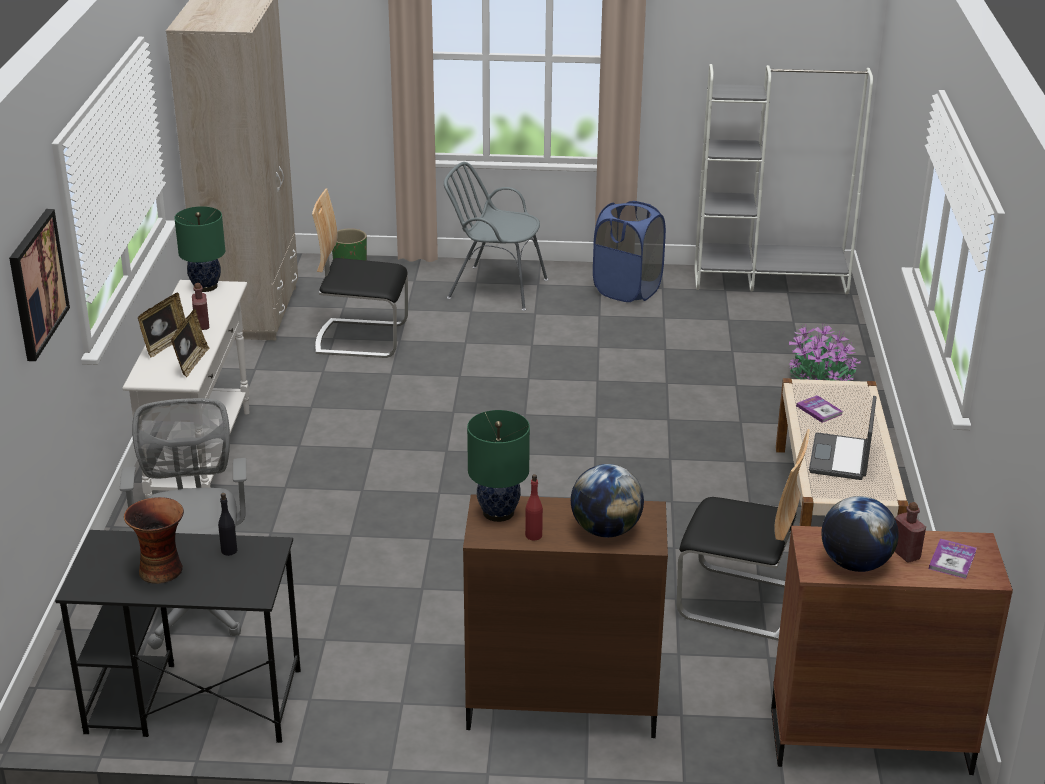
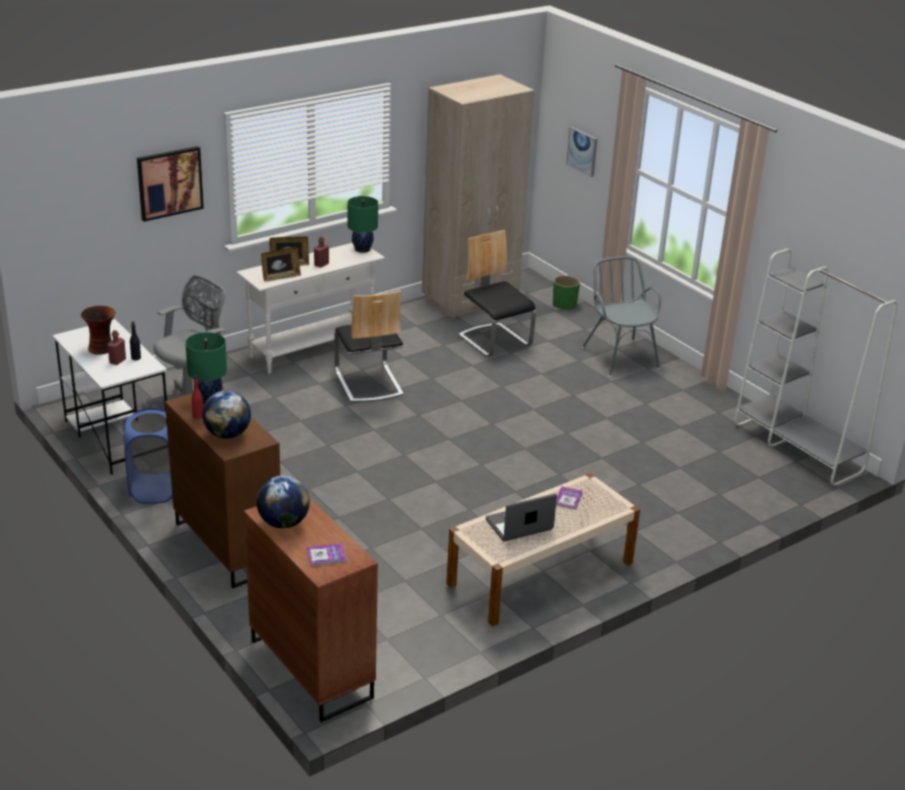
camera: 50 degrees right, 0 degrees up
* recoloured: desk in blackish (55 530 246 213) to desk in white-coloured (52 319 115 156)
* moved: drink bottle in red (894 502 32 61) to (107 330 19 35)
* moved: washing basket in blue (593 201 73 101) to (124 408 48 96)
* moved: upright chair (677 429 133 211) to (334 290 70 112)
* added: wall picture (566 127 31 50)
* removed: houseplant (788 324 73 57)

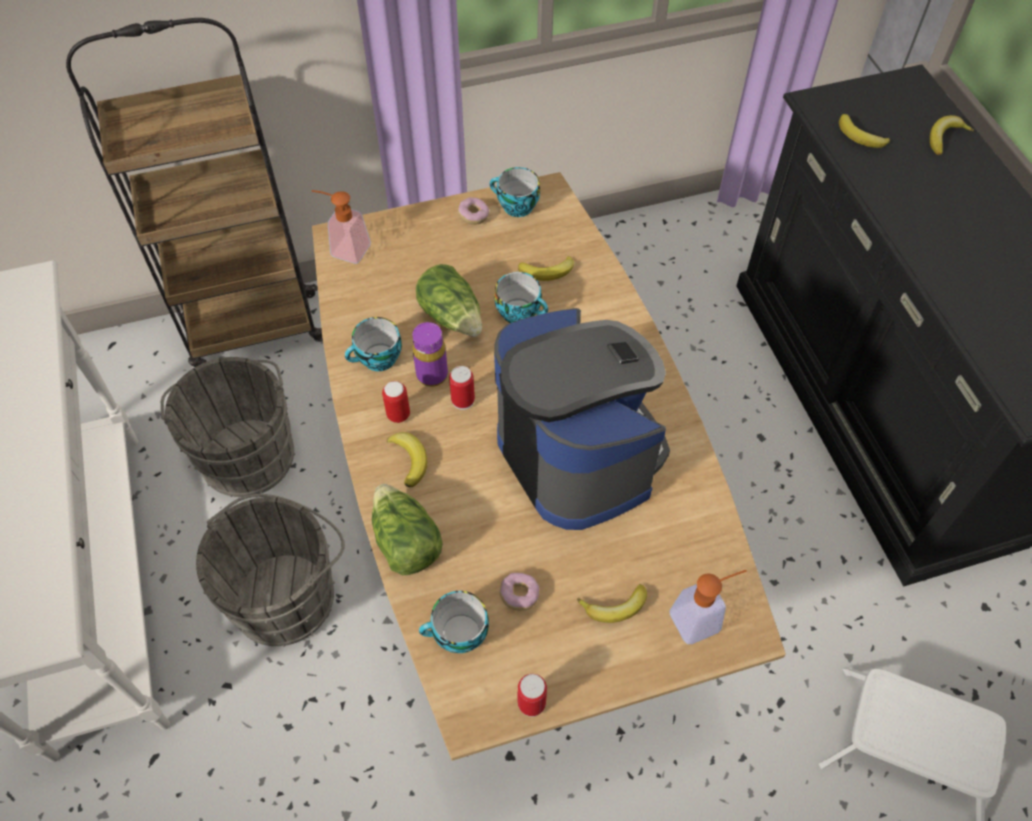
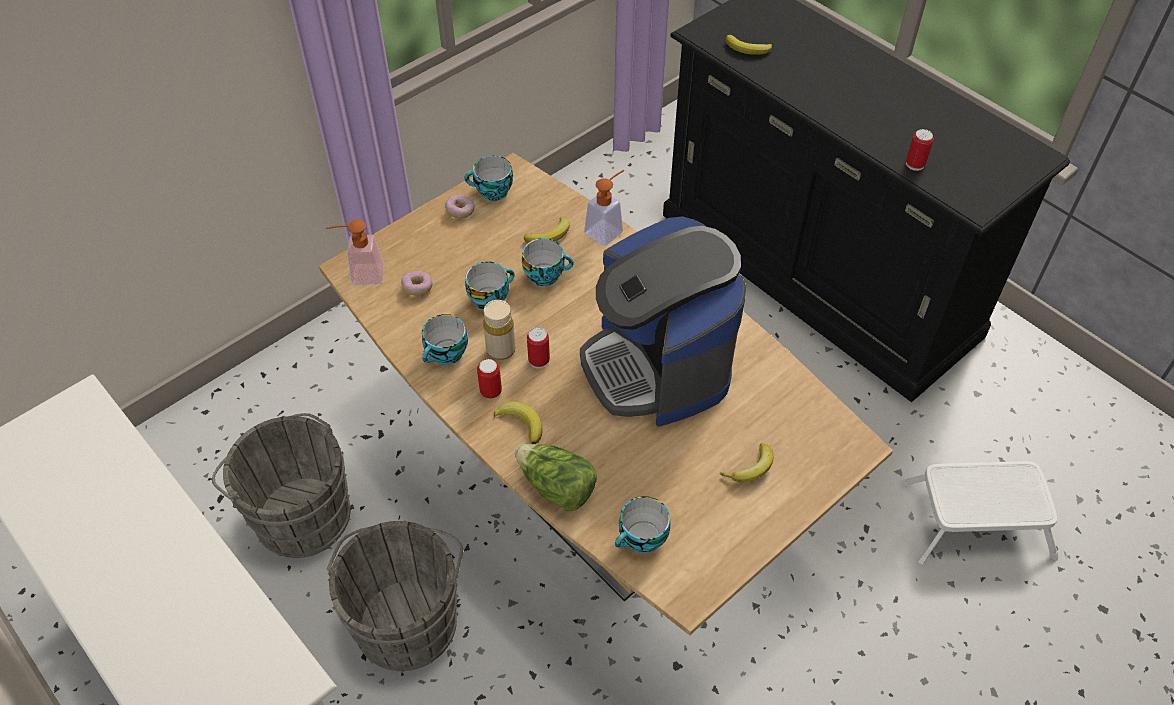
camera: 25 degrees left, 5 degrees down
* moved: doughnut (500 573 40 38) to (401 271 32 25)
* replaced: head of lettuce (416 264 66 72) to small cup (465 262 50 48)
* recoloured: drink bottle in purple-coloured (412 322 36 65) to drink bottle in sand-coloured (483 300 32 60)
* turned: coffee maker (494 308 176 222) = (580 216 166 211) 150 degrees counterclockwise
* moved: soap bottle (669 570 78 74) to (584 170 40 76)
* moved: sealed can (518 674 29 43) to (906 129 28 42)
* removed: wheeled cart in brownish (66 18 257 349)
* removed: whole banana (930 115 44 40)

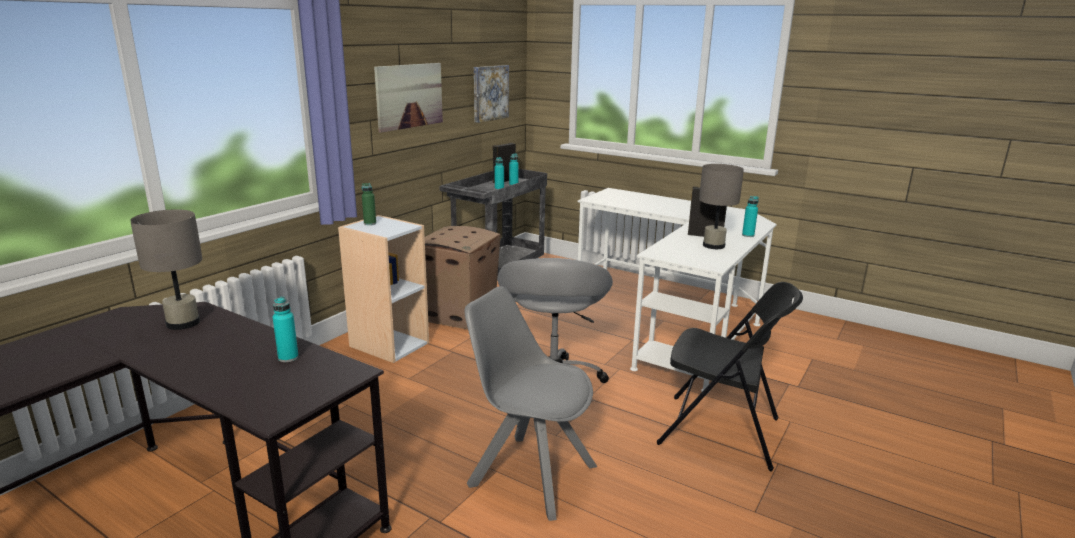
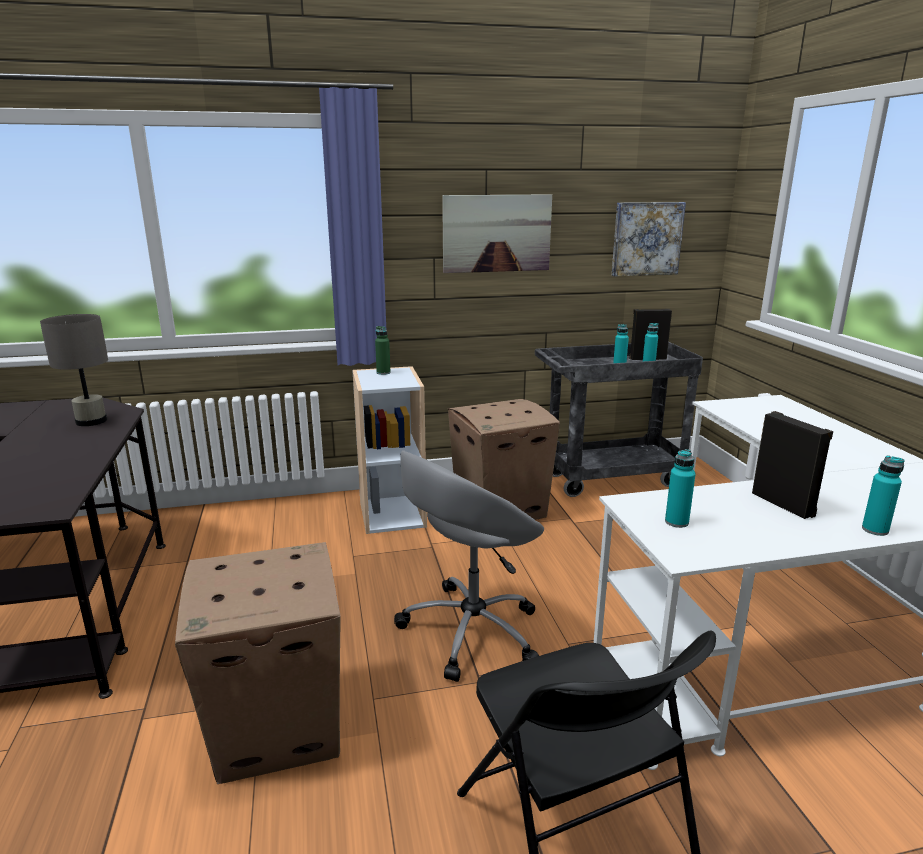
camera: 45 degrees right, 0 degrees up
* replaced: upright chair in gray (465 286 132 235) to packing box (175 542 166 242)
* moved: drink bottle in turquoise (272 297 27 65) to (665 449 31 79)
* removed: tabletop lamp in gray (699 164 45 85)

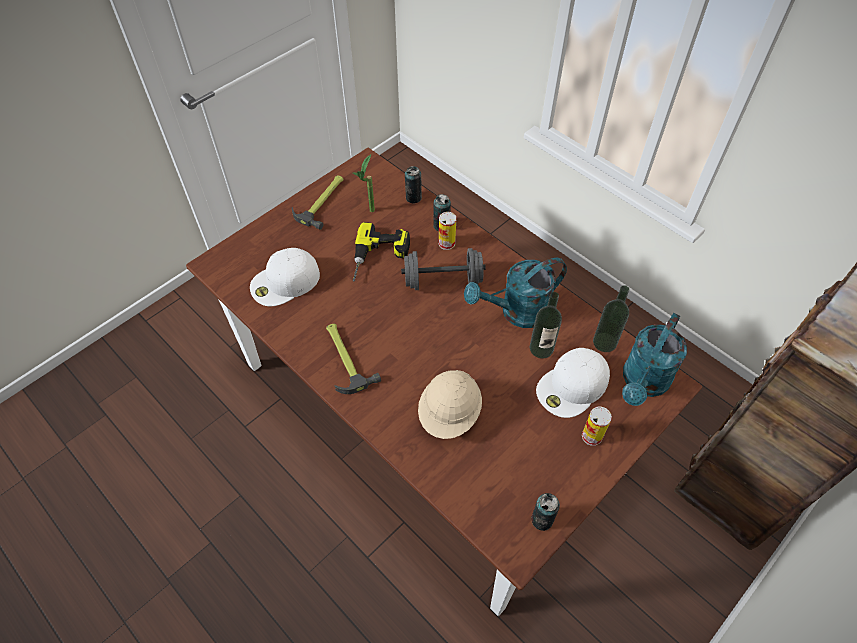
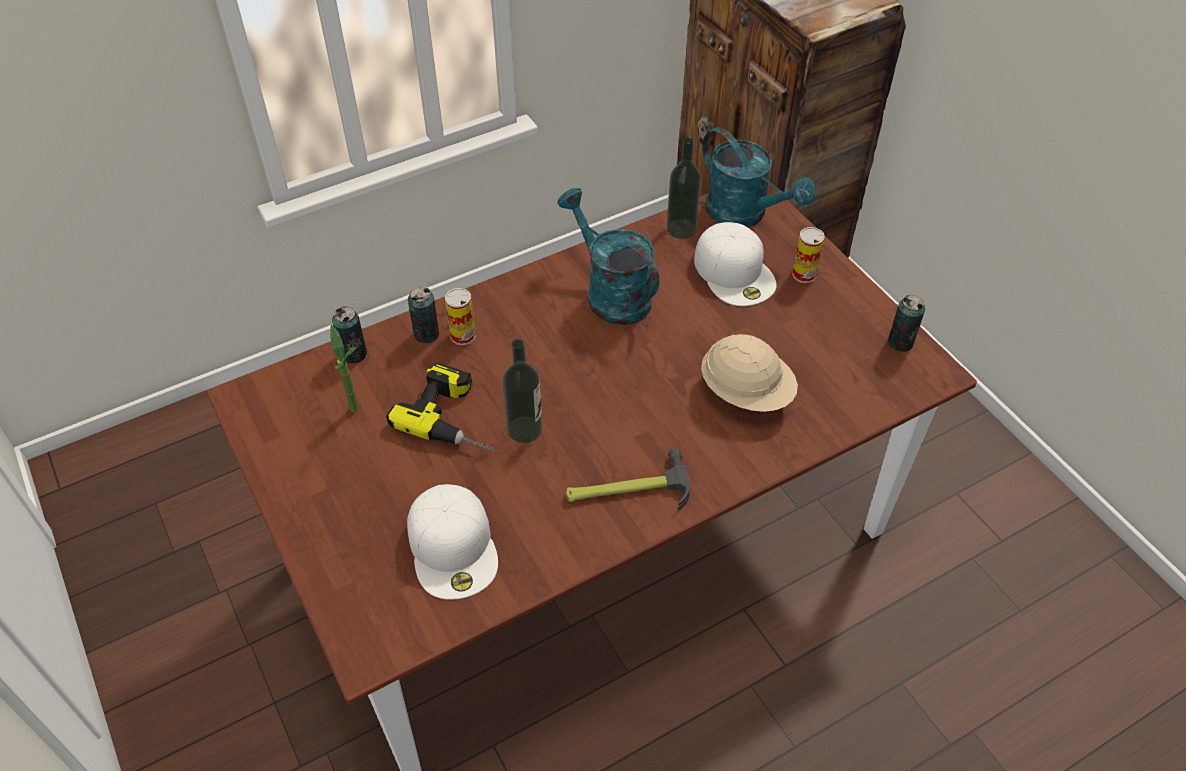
camera: 75 degrees left, 5 degrees down
* moved: drink bottle (530 292 32 67) to (503 339 39 104)
* turned: watering can in turquoise (464 258 103 70) = (557 188 102 137) 150 degrees clockwise
* removed: tool hammer (292 175 52 55)
* removed: hand weight in gray (401 248 84 42)

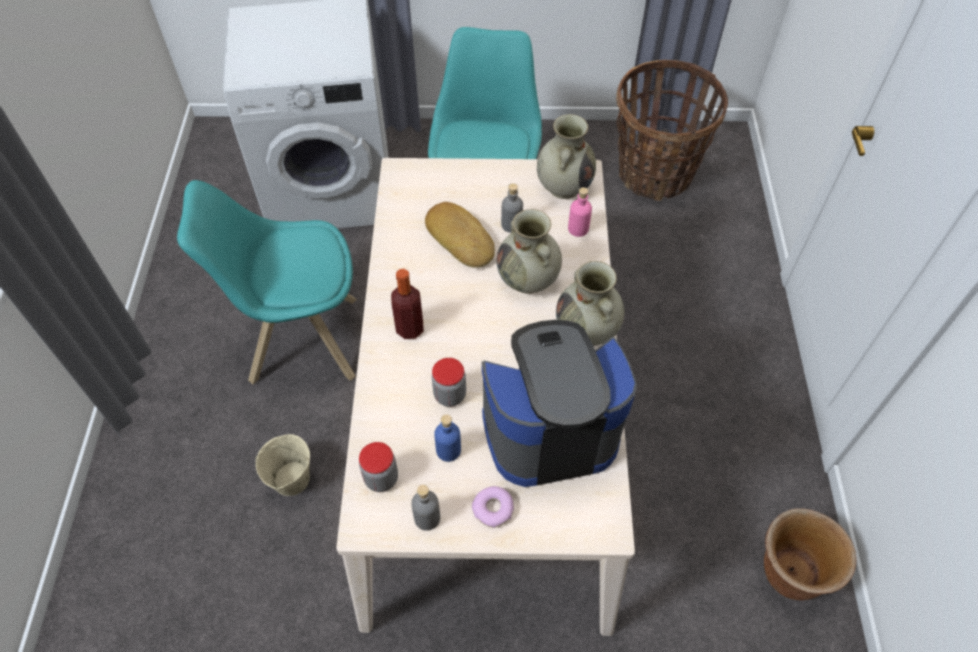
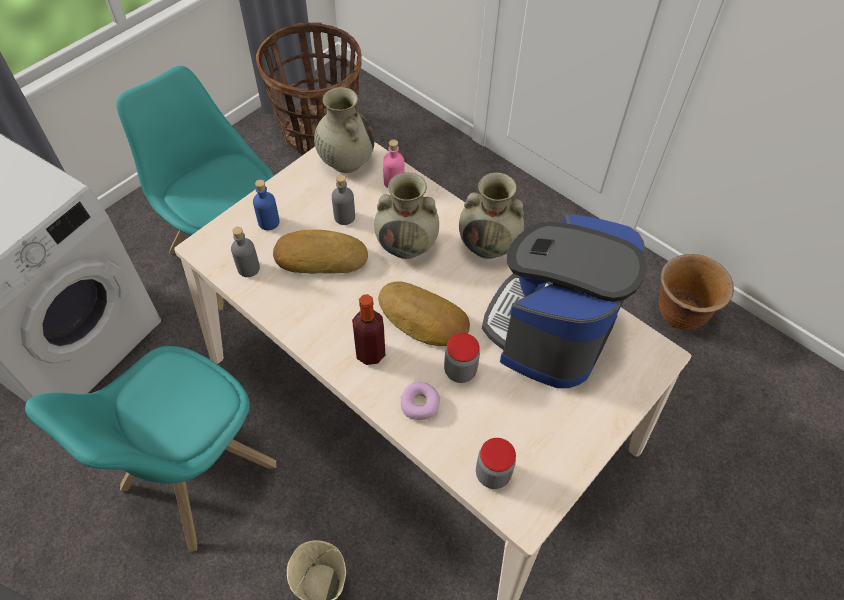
camera: 50 degrees left, 0 degrees up
* moved: drink bottle in gray (411 485 29 46) to (231 227 29 50)
* moved: drink bottle in blue (434 414 27 48) to (253 180 27 51)
* added: bread (378 281 92 65)
* moved: doughnut (472 486 42 42) to (400 382 40 38)

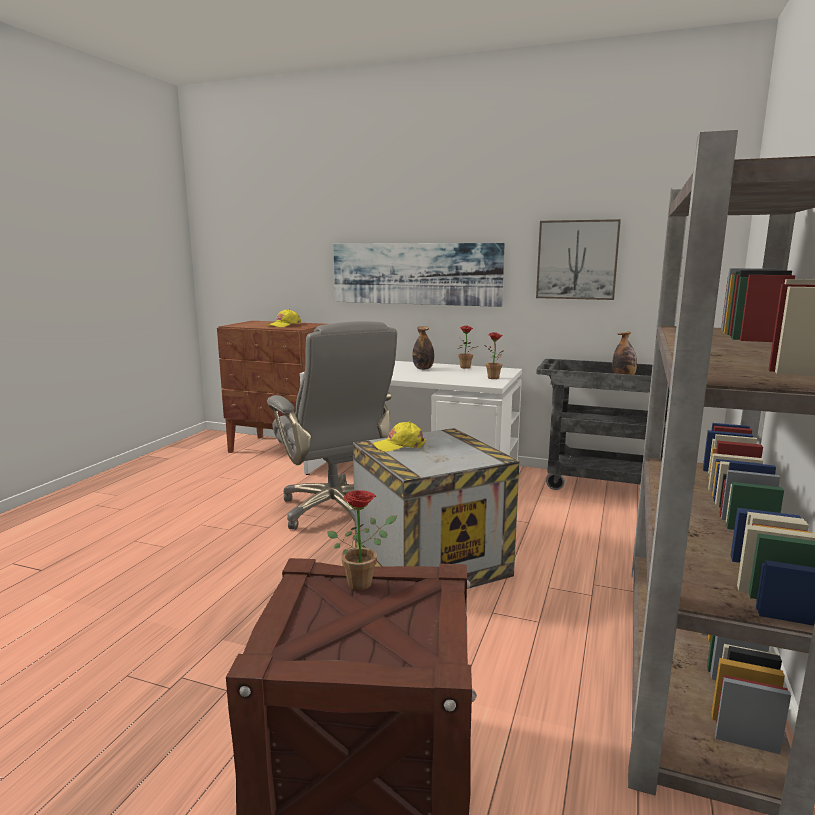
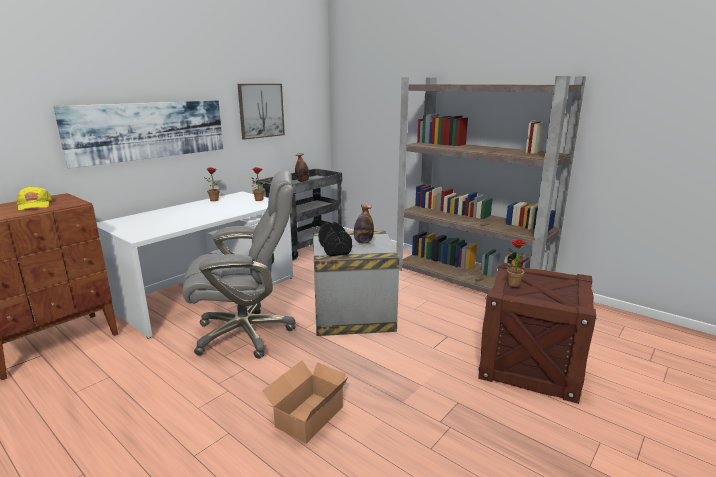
camera: 70 degrees left, 5 degrees up
* added: packing box (262 360 87 84)
* replaced: peaked cap in yellowish (373 422 53 30) to hand weight in blackish (318 222 34 34)
* moved: drink bottle (412 326 22 44) to (354 204 20 40)

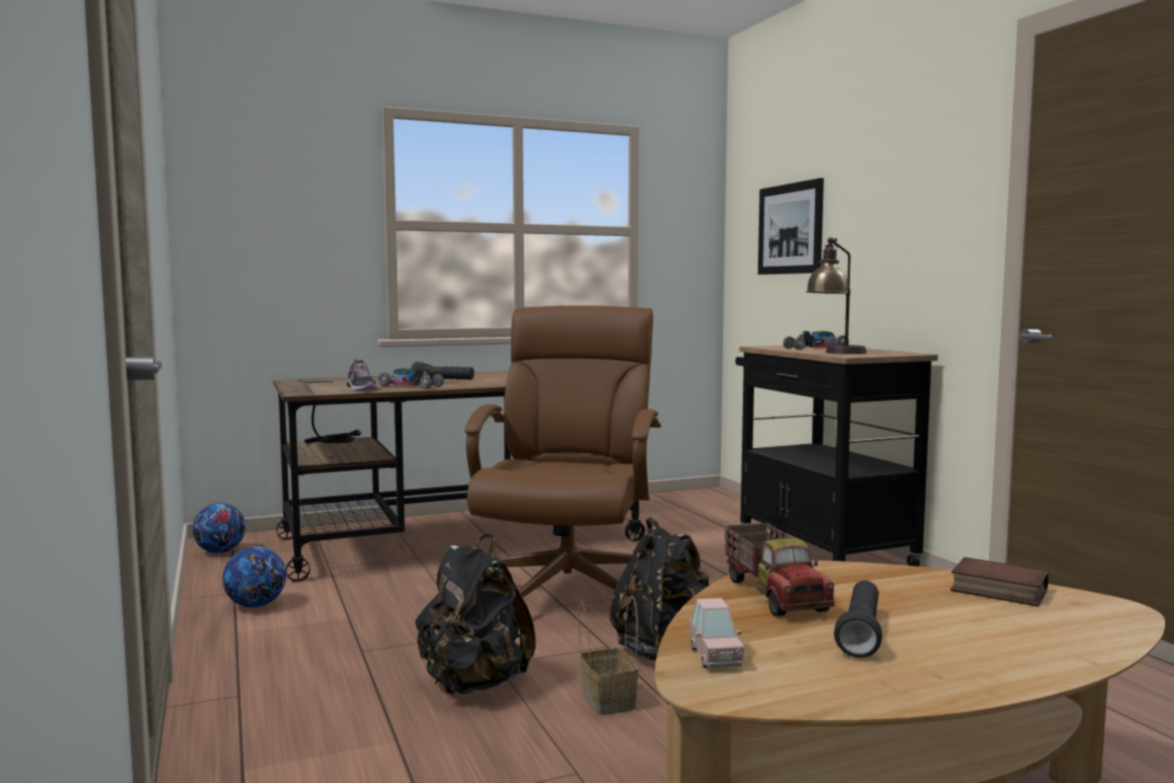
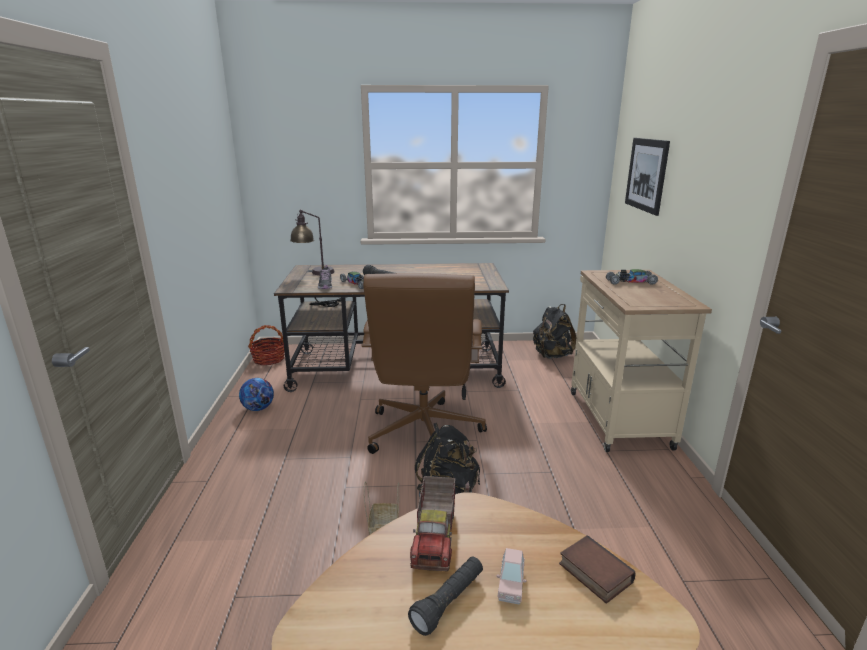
camera: 20 degrees right, 15 degrees up
* replaced: football ball (192 503 54 50) to storage basket (248 325 37 40)
* moved: tabletop lamp (806 237 61 117) to (290 209 45 66)
* turned: desk chair in brownish (465 306 196 318) = (361 273 126 181) 150 degrees clockwise
* moved: toy car in pinkish (689 598 55 70) to (496 548 31 57)
* moved: rucksack in blackish (415 534 121 160) to (533 304 44 55)
* recoloured: wheeled cart in blackish (735 345 203 222) to wheeled cart in sand-coloured (571 270 141 182)

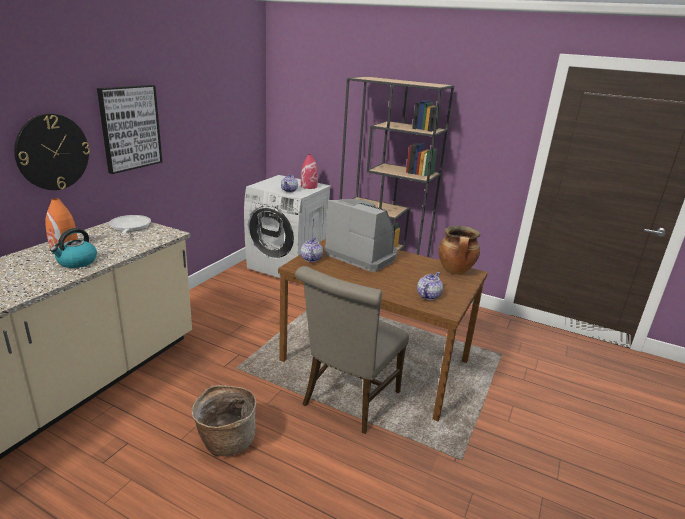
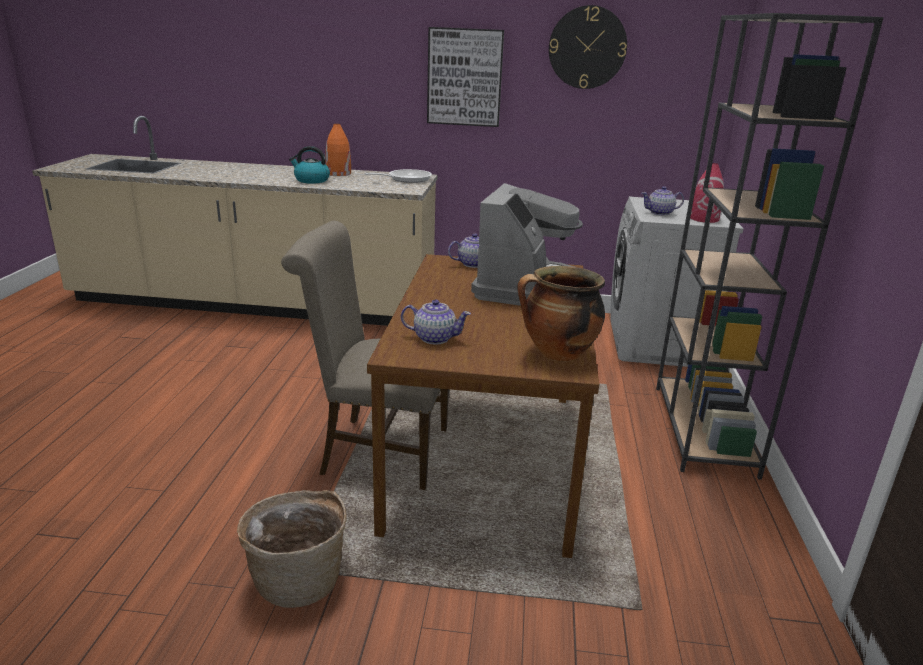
camera: 70 degrees right, 0 degrees up
* moved: storage basket (191 385 65 71) to (237 490 110 118)
* moved: hanging clock (14 114 76 76) to (549 5 78 84)

